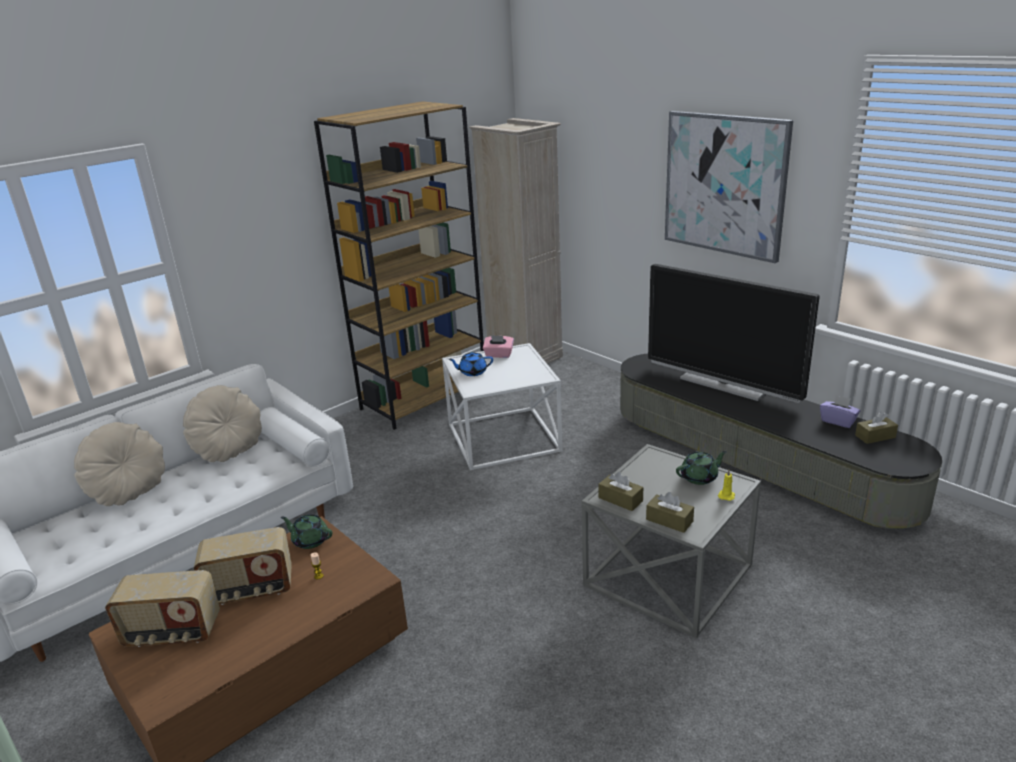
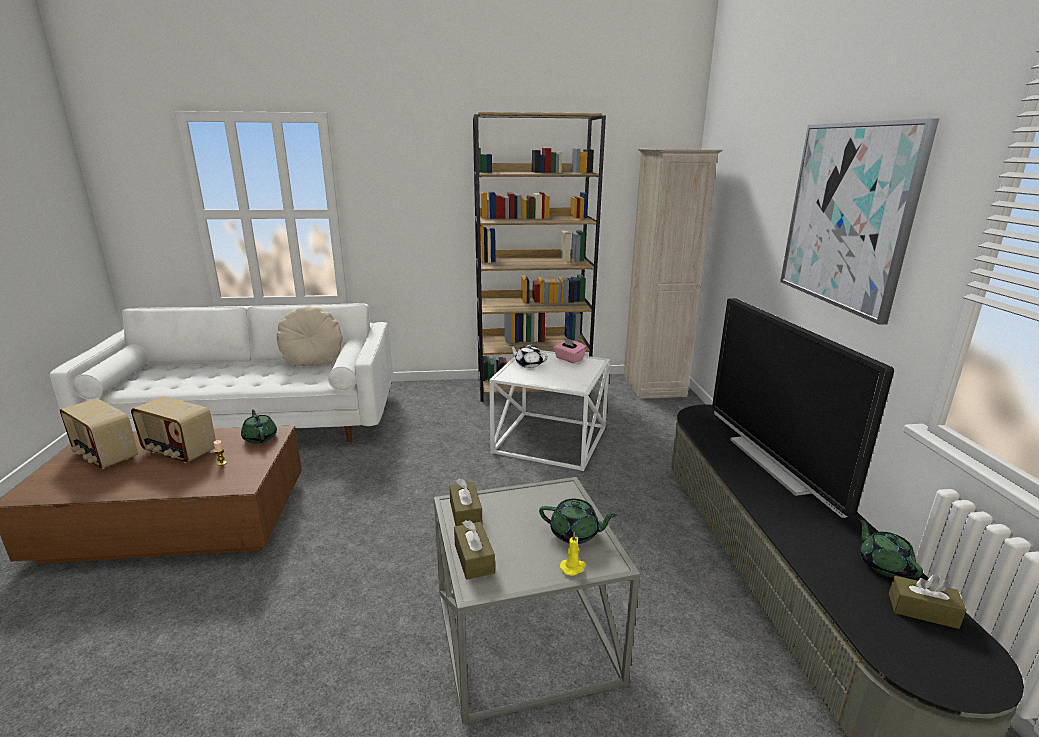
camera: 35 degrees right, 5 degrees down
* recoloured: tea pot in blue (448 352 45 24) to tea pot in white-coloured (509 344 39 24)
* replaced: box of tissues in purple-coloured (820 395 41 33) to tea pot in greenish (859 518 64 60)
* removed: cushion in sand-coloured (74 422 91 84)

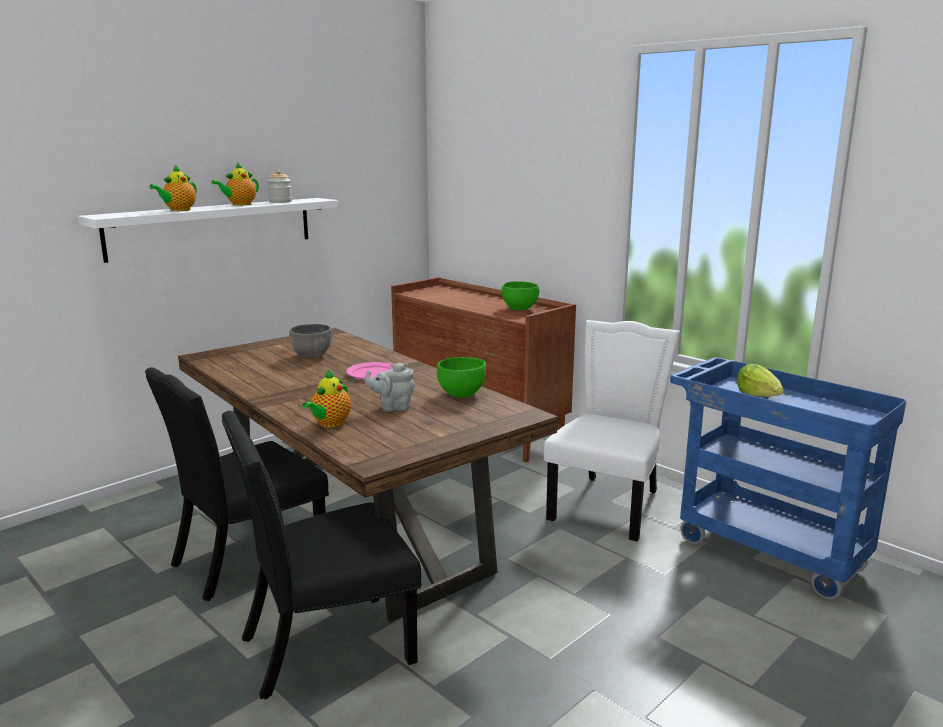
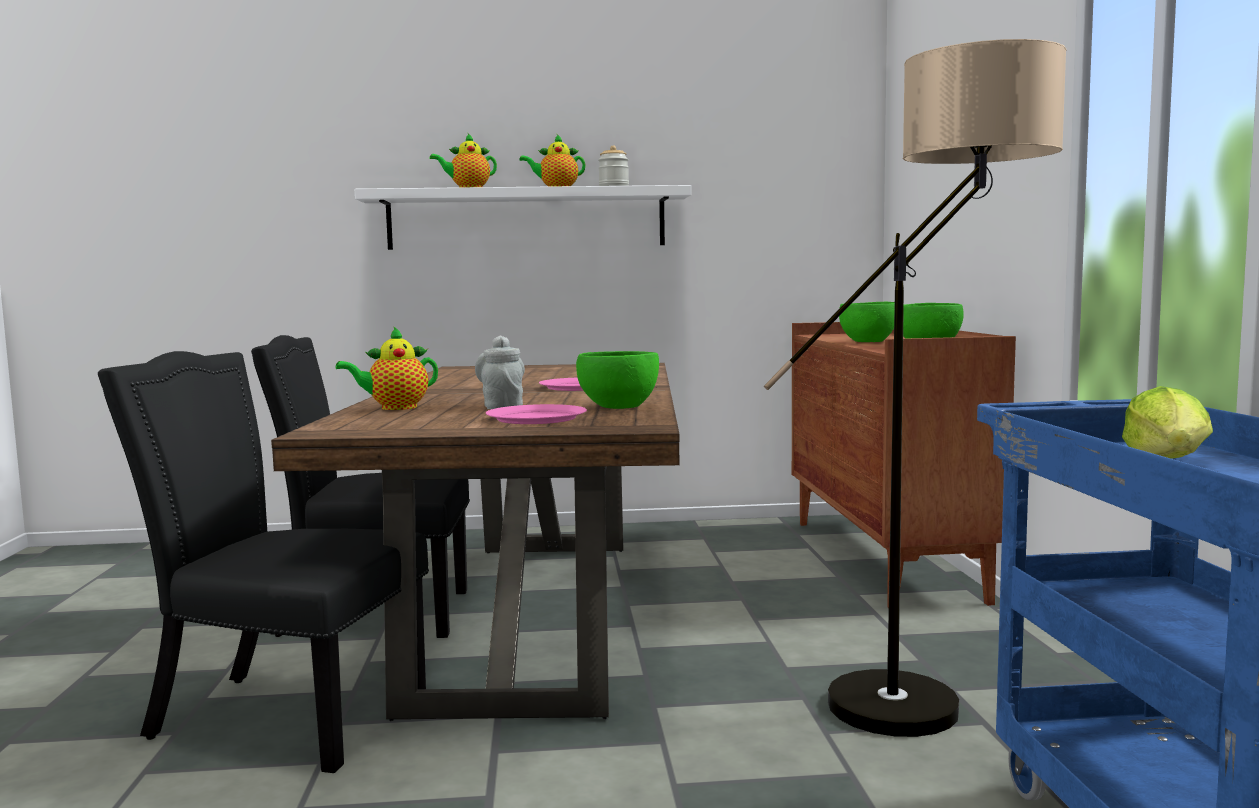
camera: 40 degrees right, 10 degrees down
* turned: tea pot in gray (364 363 51 49) = (475 335 50 74) 45 degrees clockwise
* added: flat dish in pinkish (486 404 101 20)
* replaced: upright chair in white-coloured (543 320 137 221) to floor lamp (764 39 303 698)
* added: deep dish in greenish (839 302 56 40)
* removed: deep dish in gray (289 324 43 34)

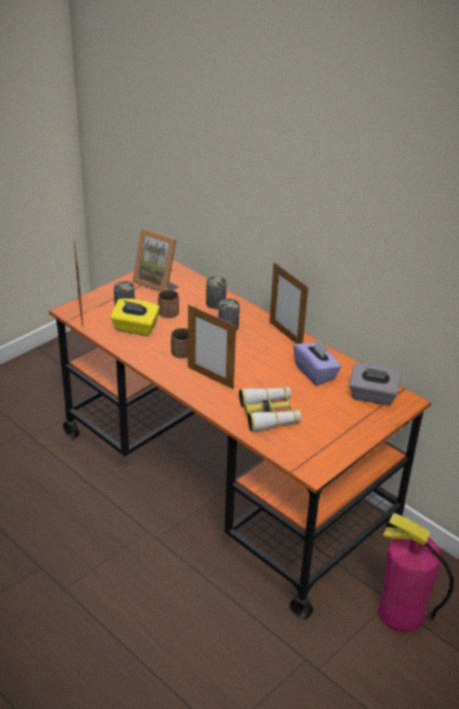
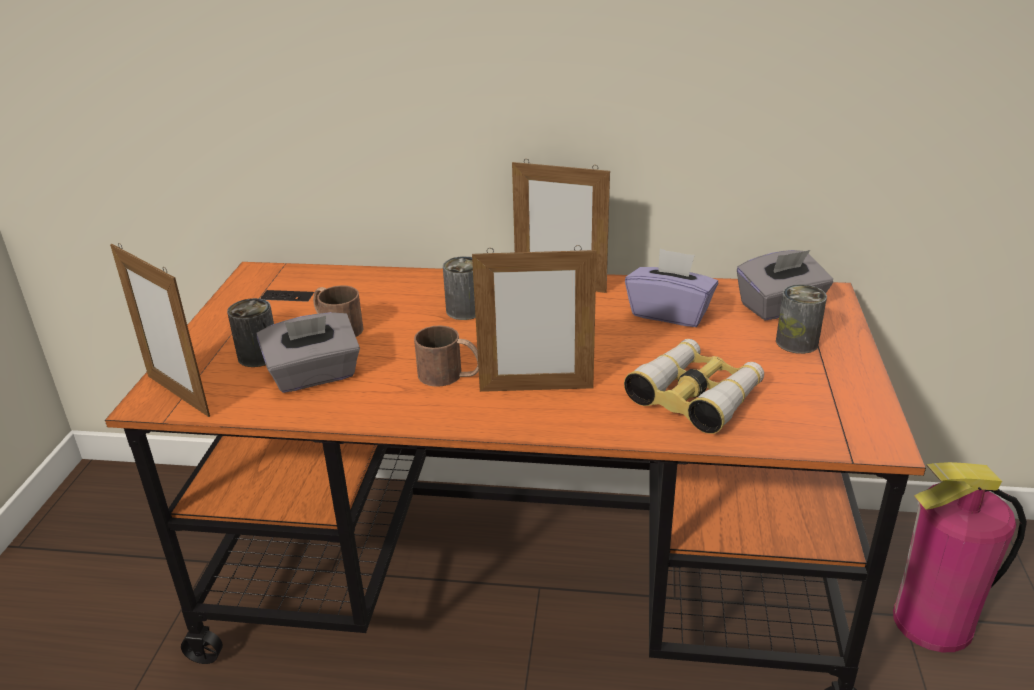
camera: 35 degrees left, 5 degrees down
* recoloured: box of tissues in yellowish (110 298 50 38) to box of tissues in gray (257 312 103 81)
* moved: sealed can (206 276 21 33) to (776 284 51 70)
* removed: picture frame (132 228 45 64)

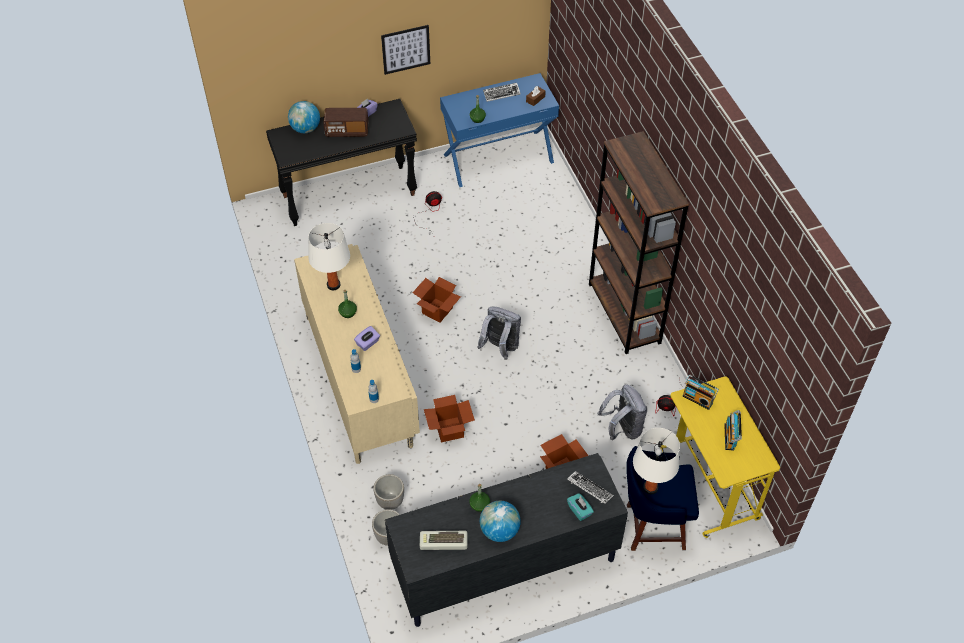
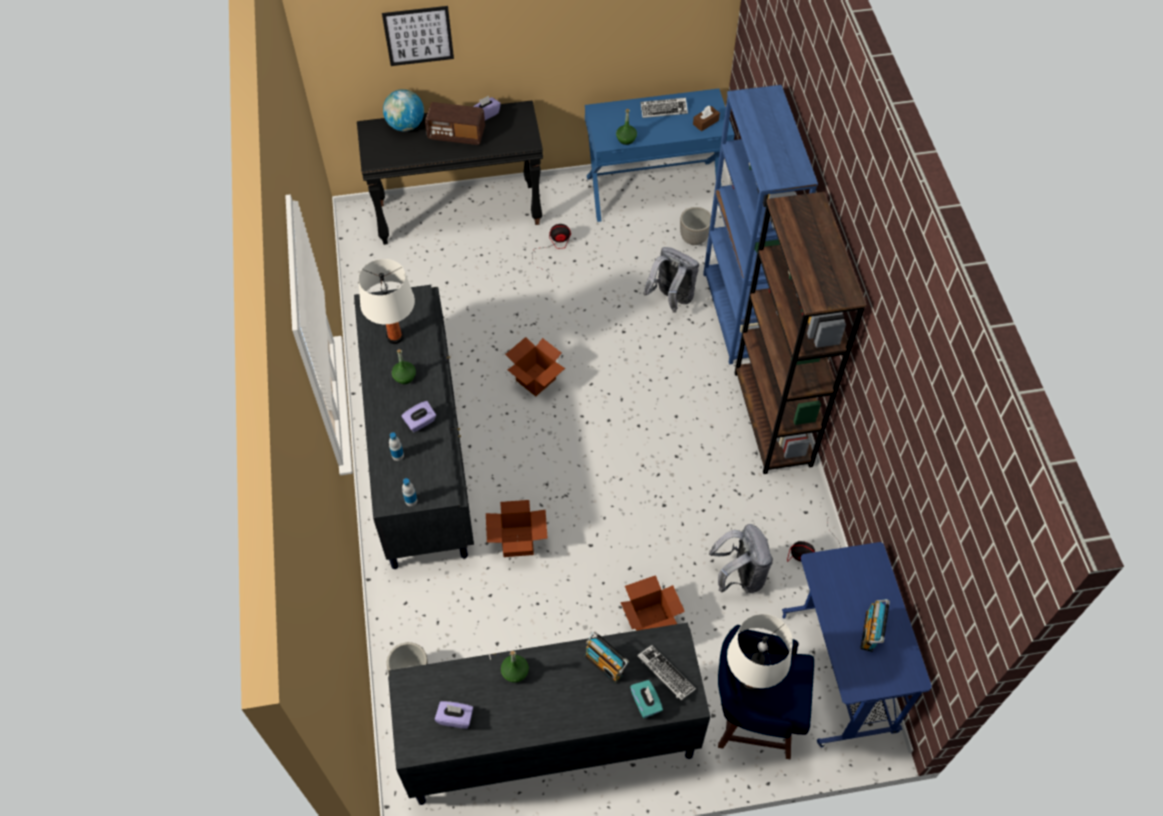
camera: 10 degrees right, 5 degrees up
* recoloured: storage cabinet in sand-coloured (294 244 126 220) to storage cabinet in blackish (354 285 120 284)
* moved: wall picture (381 25 49 50) to (382 6 72 60)
* replaced: PC keyboard (420 531 48 19) to box of tissues in purple-coloured (435 701 38 28)
* moved: radio set (683 375 36 35) to (585 632 44 52)
* moved: rucksack in gray (477 307 44 53) to (643 247 56 66)
* moved: planter (373 474 31 36) to (680 207 31 38)
* added: shelving unit in blue (703 85 115 279)
* recoloured: desk in yellowish (660 376 120 162) to desk in blue (782 542 150 205)
* removed: globe (480 501 41 41)

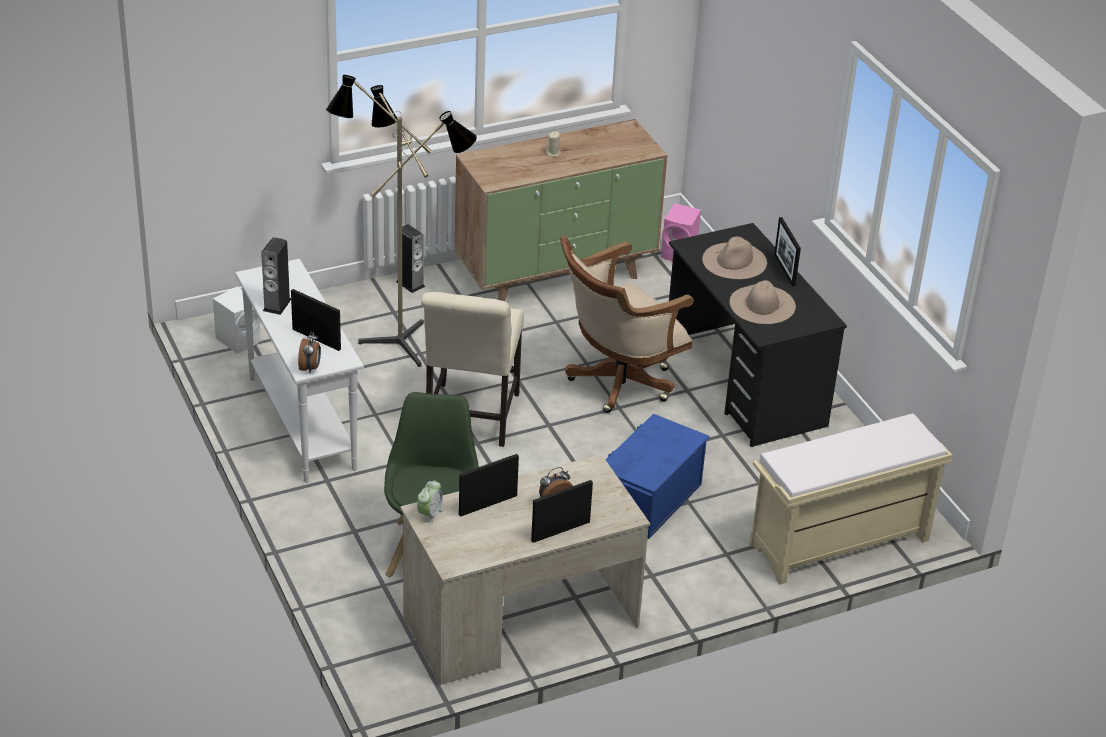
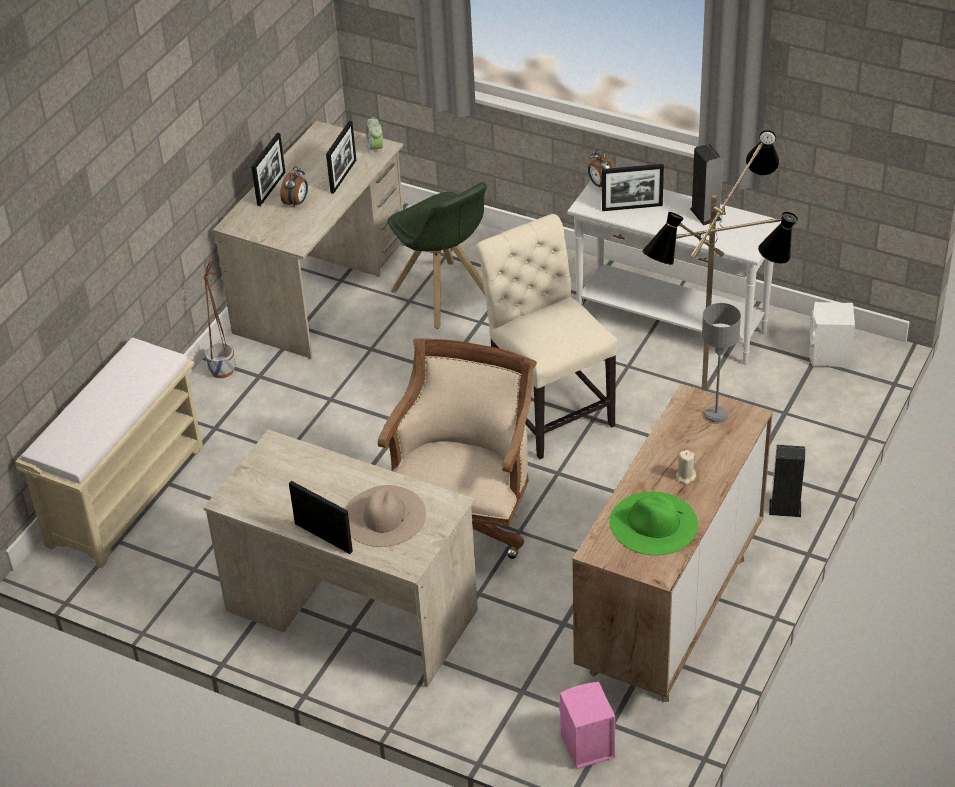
camera: 145 degrees right, 5 degrees up
* added: planter (203 260 32 118)
* recoloured: desk in blackish (669 223 178 224) to desk in sand-coloured (204 430 274 257)
* added: clothing hat in greenish (609 492 89 63)
* added: tabletop lamp in gray (702 303 39 121)
* removed: storage bin in blue (606 414 104 125)
* removed: clothing hat in sand-coloured (730 280 66 44)

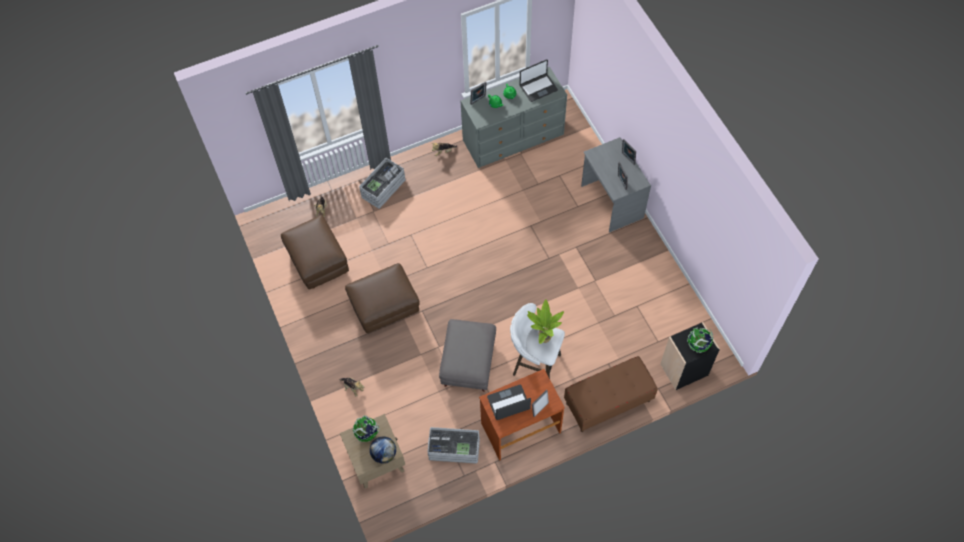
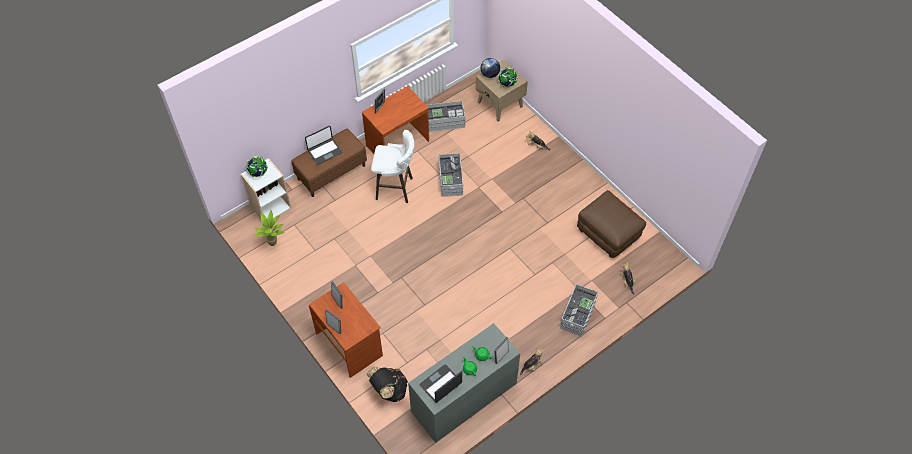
camera: 165 degrees right, 5 degrees down
* recoloured: shelving unit in blackish (660 322 60 68) to shelving unit in white-coloured (241 158 50 61)
* moved: houseplant (527 299 37 45) to (254 210 30 36)
* moved: portable computer (487 385 44 35) to (305 126 37 39)
* recoloured: desk in gray (581 137 70 96) to desk in brownish (309 282 74 96)
* added: rucksack in blackish (367 367 41 35)
* replaced: pouffe in gray (439 319 57 73) to storage bin in gray (439 153 24 44)
* removed: pouffe in brownish (345 263 75 70)

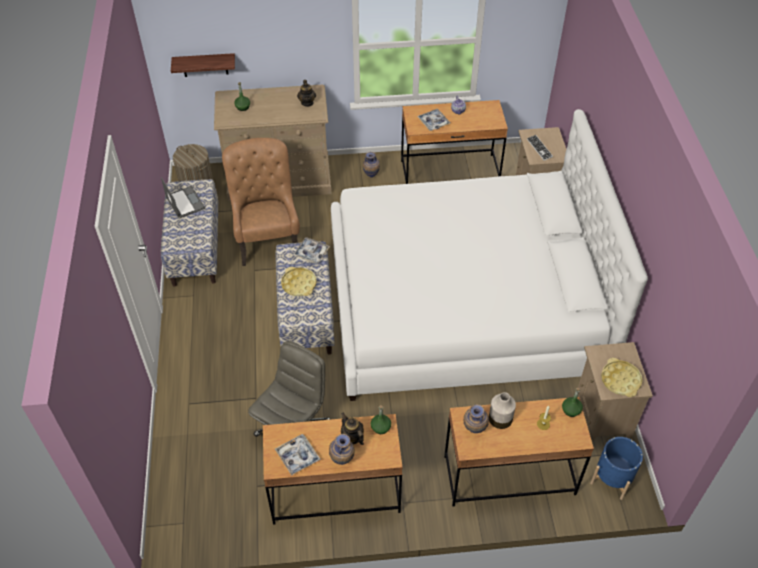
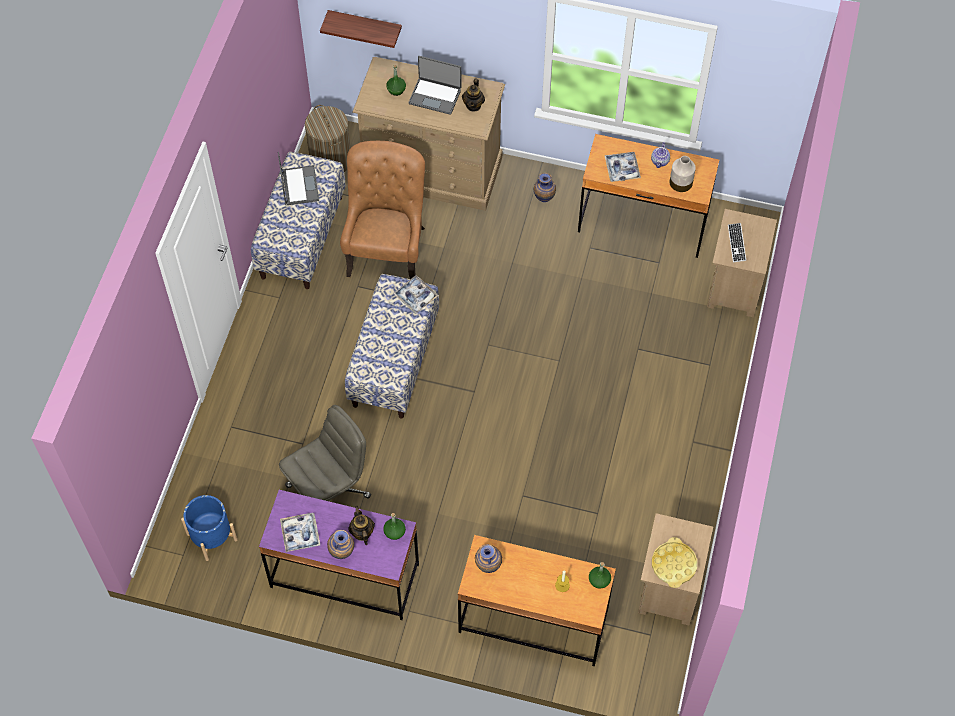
camera: 20 degrees right, 10 degrees up
* moved: planter in blue (590 437 53 63) to (181 495 56 66)
* recoloured: desk in brownish (263 414 140 111) to desk in purple-coloured (259 490 160 130)
* added: portable computer (409 56 53 59)
* moved: decorative vase in sand-coloured (489 392 27 37) to (669 156 27 36)
* removed: serving tray in yellowish (281 267 36 29)
* removed: bed in white-coloured (331 109 317 292)

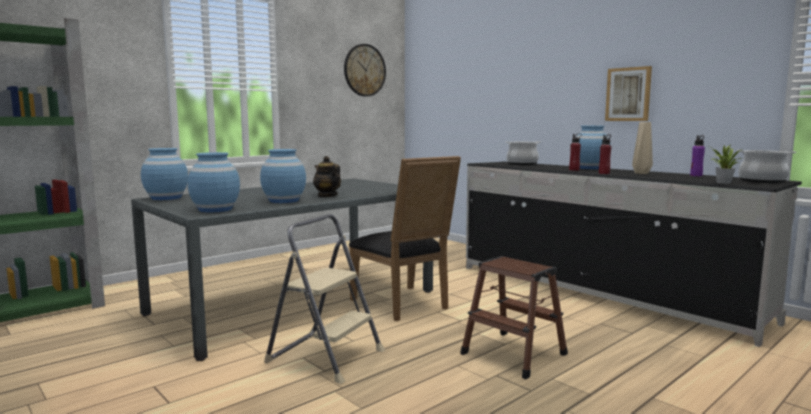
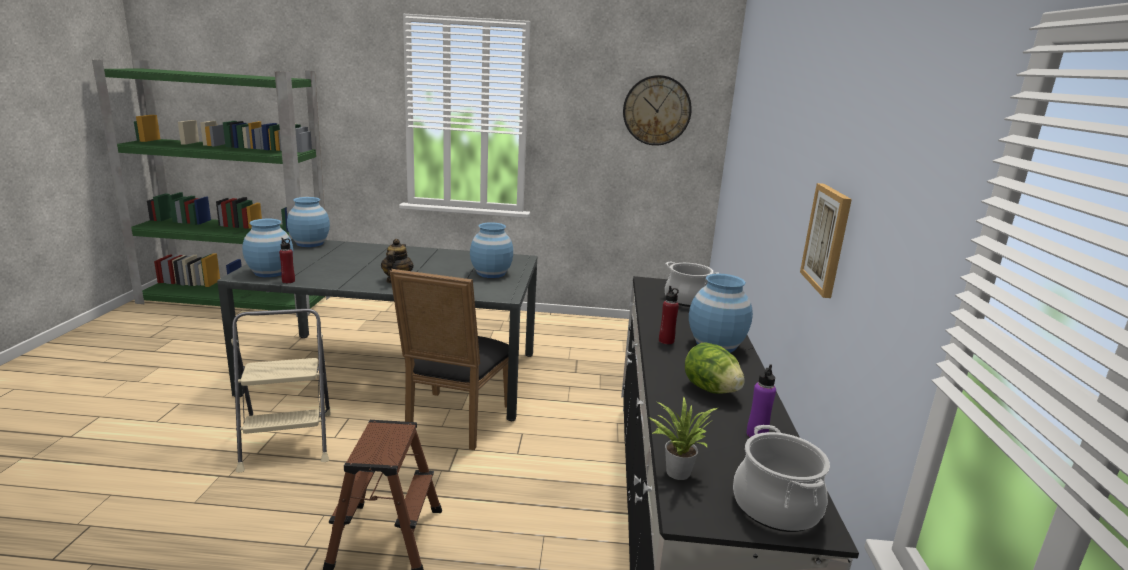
camera: 45 degrees right, 10 degrees up
* moved: drink bottle in red (599 135 12 39) to (279 238 16 45)
* moved: decorative vase in blue (260 149 46 54) to (470 222 43 56)
* replaced: decorative vase in sand-coloured (632 122 21 52) to head of lettuce (685 343 60 51)

